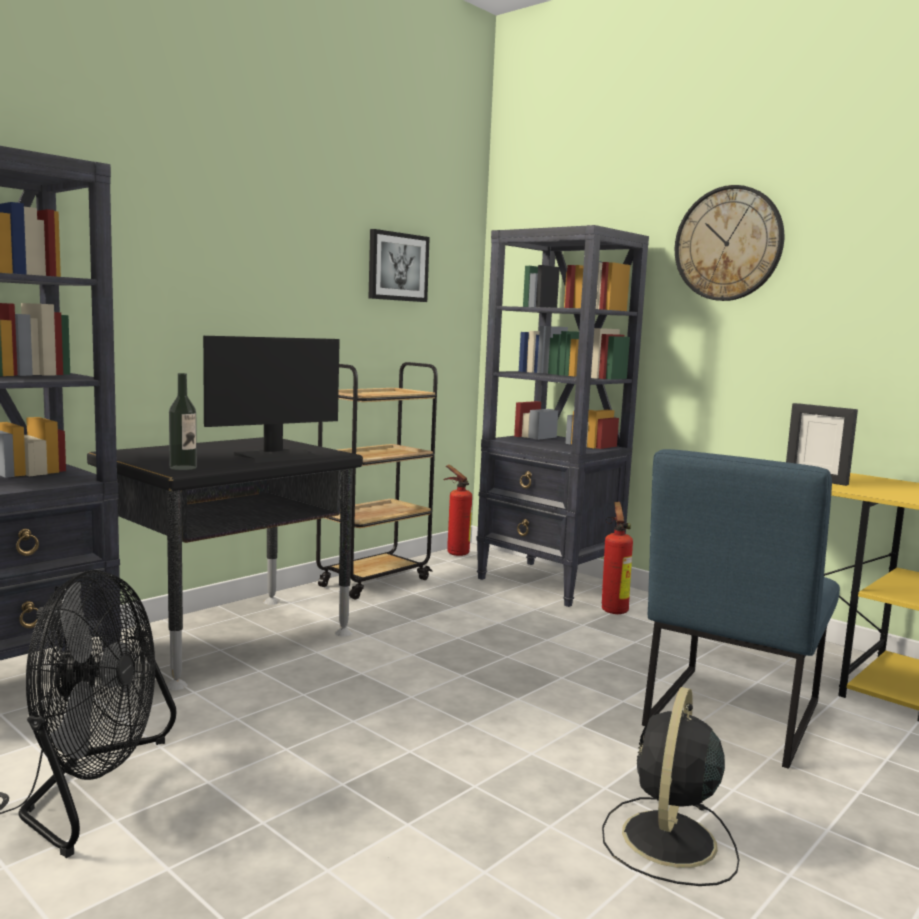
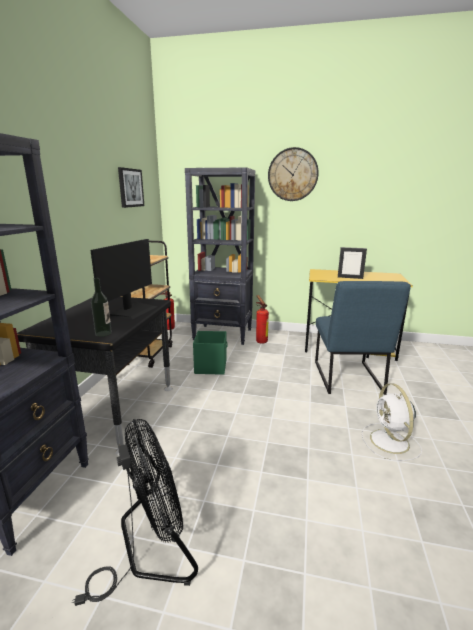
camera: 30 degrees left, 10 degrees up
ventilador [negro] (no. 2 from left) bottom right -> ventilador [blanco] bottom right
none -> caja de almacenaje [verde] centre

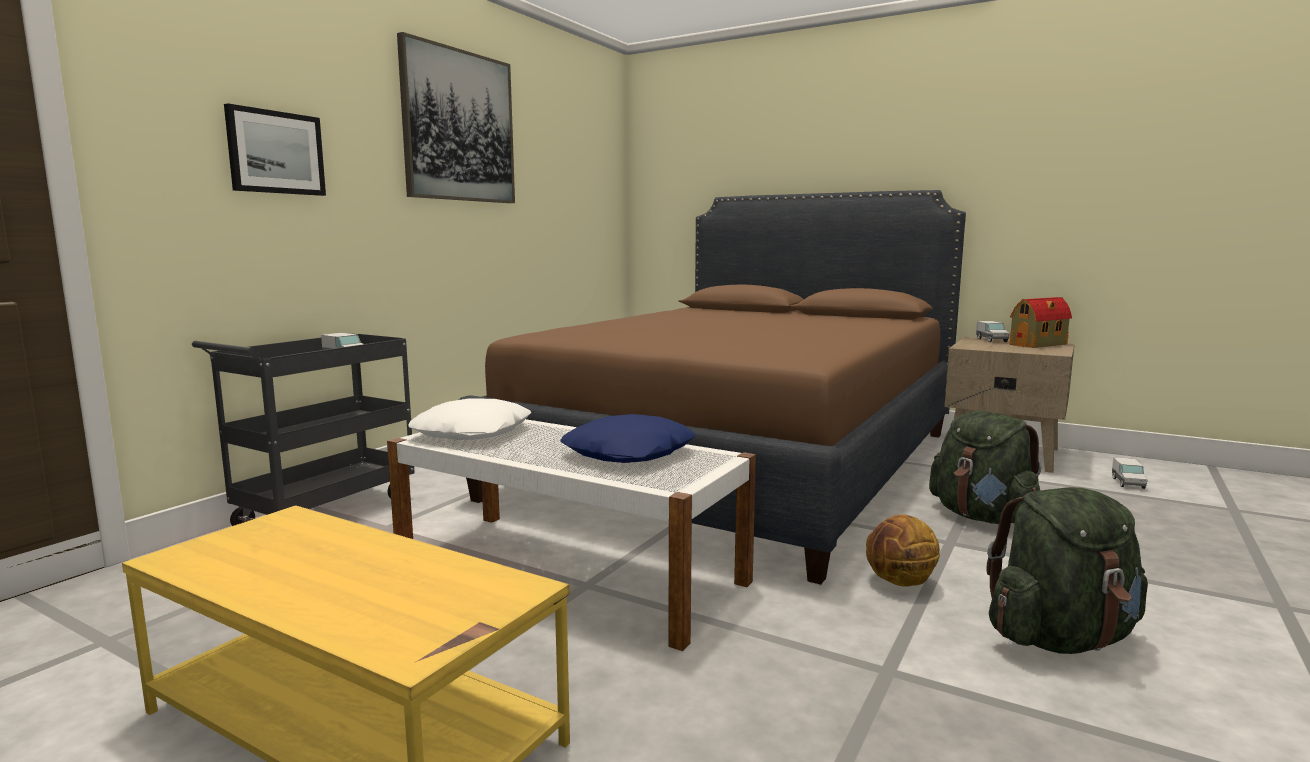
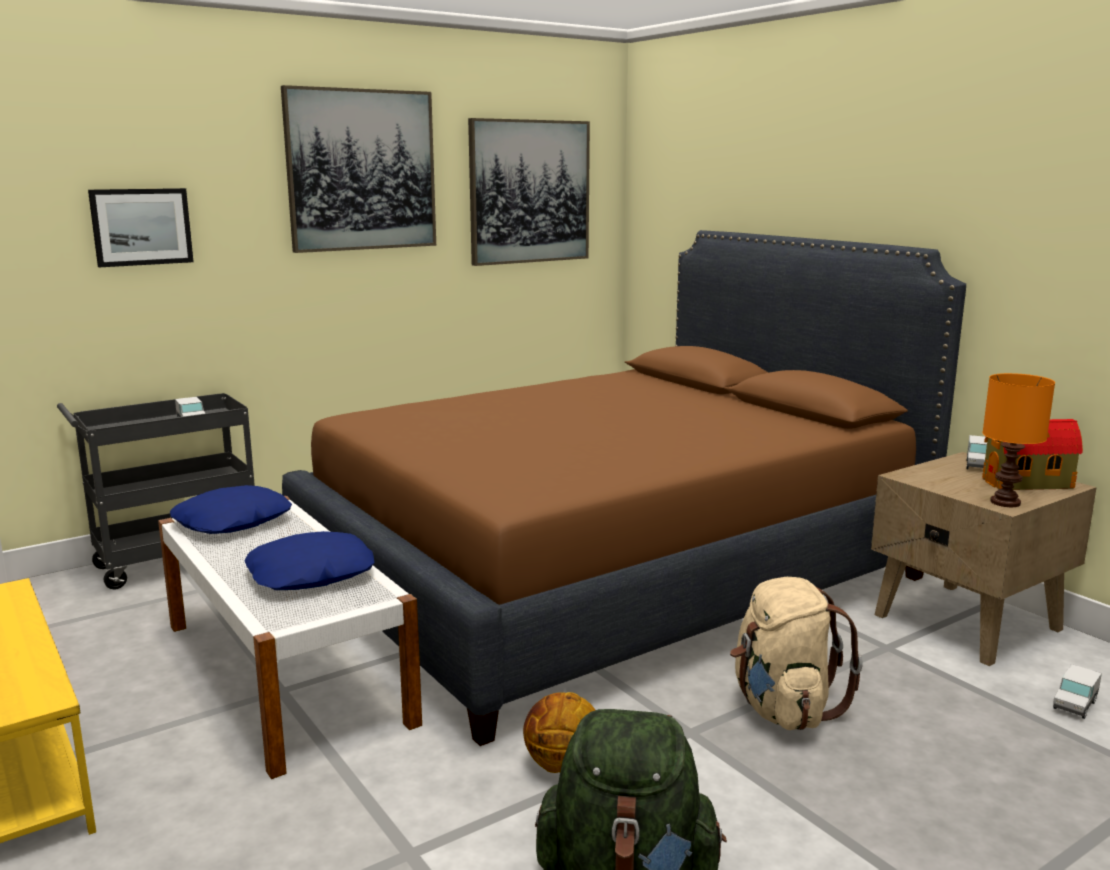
camera: 25 degrees right, 5 degrees up
cojín [blanco] centre -> cojín [azul] (no. 1 from left) middle left
mochila [verde] (no. 1 from left) middle right -> mochila [beis] bottom right
none -> cuadro (no. 3 from left) top centre
none -> lámpara de mesa [naranja] middle right

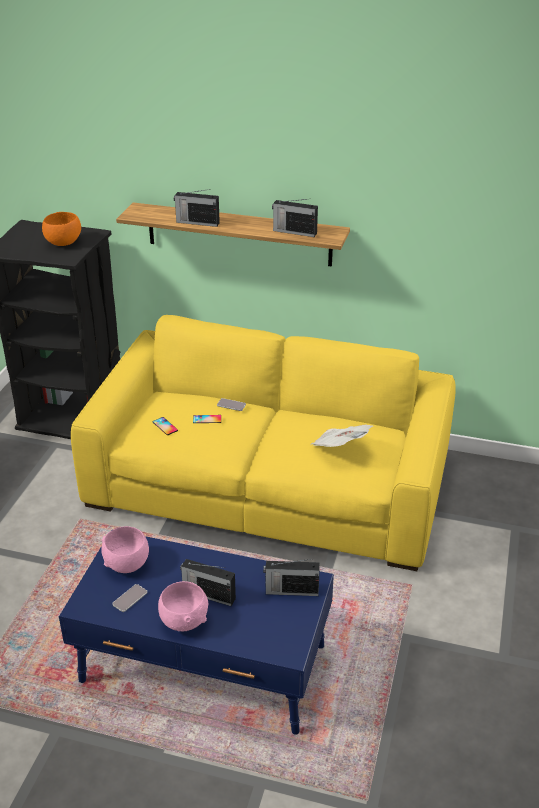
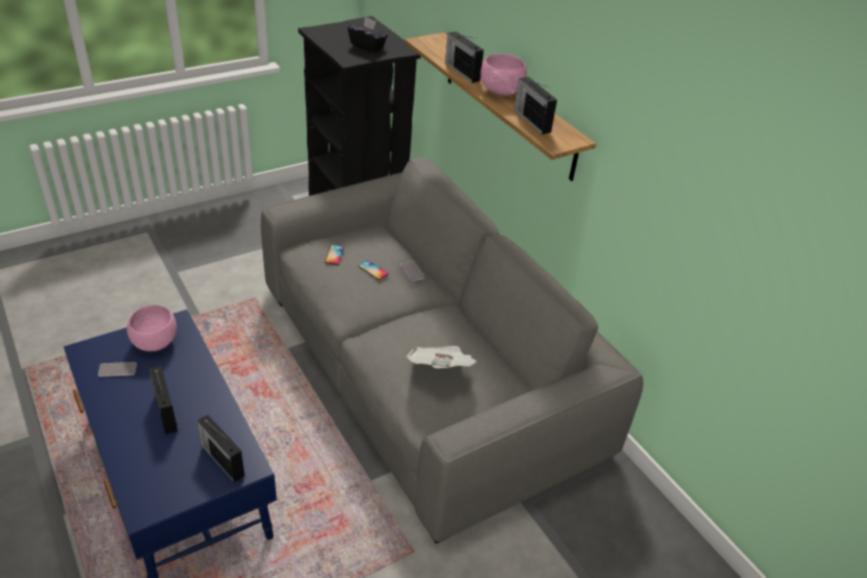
camera: 40 degrees right, 5 degrees up
cuenco [naranja] top left -> caja de pañuelos [negro] top centre
sofá [amarillo] centre -> sofá [gris] centre
cuenco [rosa] (no. 2 from left) bottom centre -> cuenco [rosa] (no. 2 from left) top centre, shifted

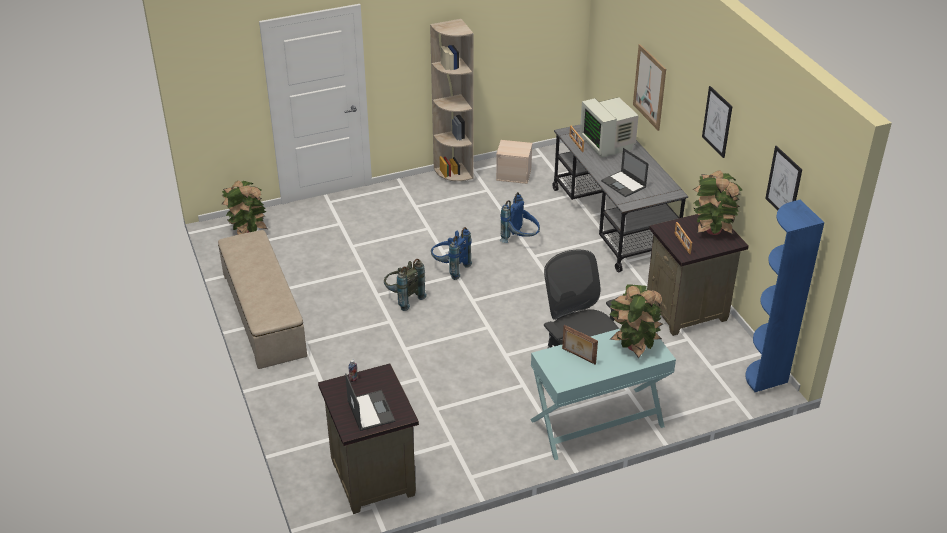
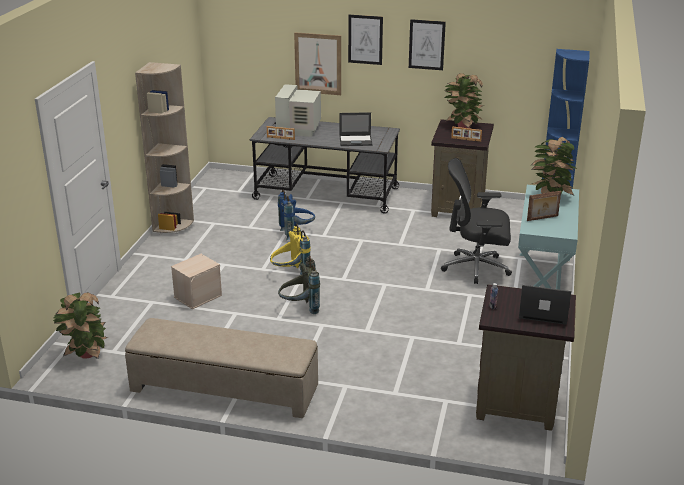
camera: 55 degrees left, 10 degrees down
monitor top centre, 90 degrees clockwise
caja de almacenaje [beis] top centre -> caja de almacenaje [beis] middle left, shifted
cuadro (no. 3 from left in the first image) middle right -> cuadro (no. 2 from left) top centre, shifted
mochila [azul] (no. 1 from left) centre -> mochila [amarillo] centre

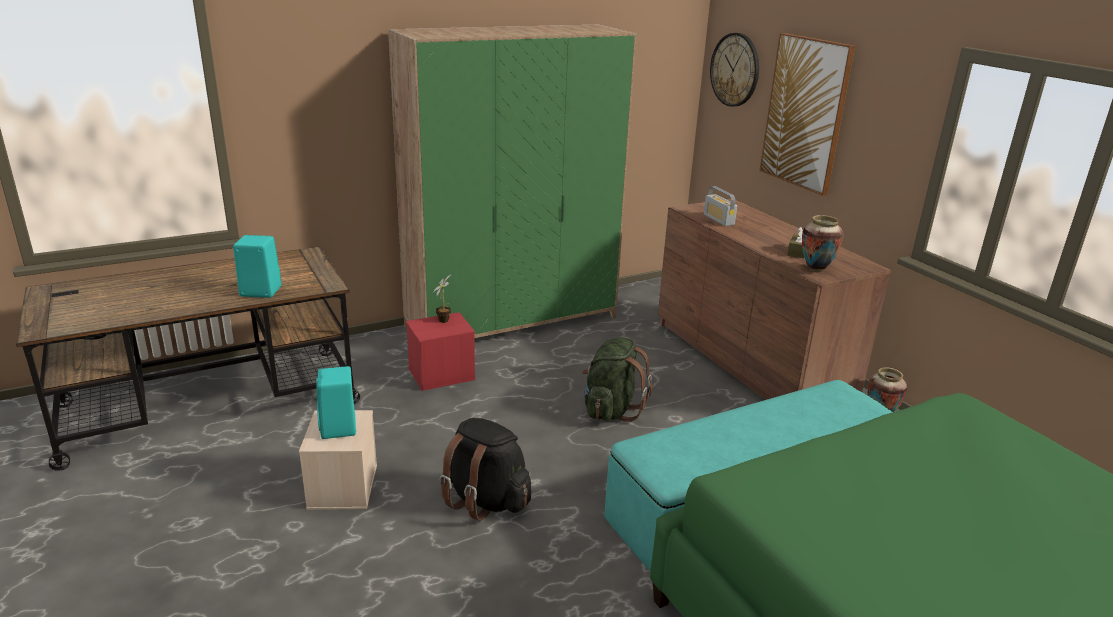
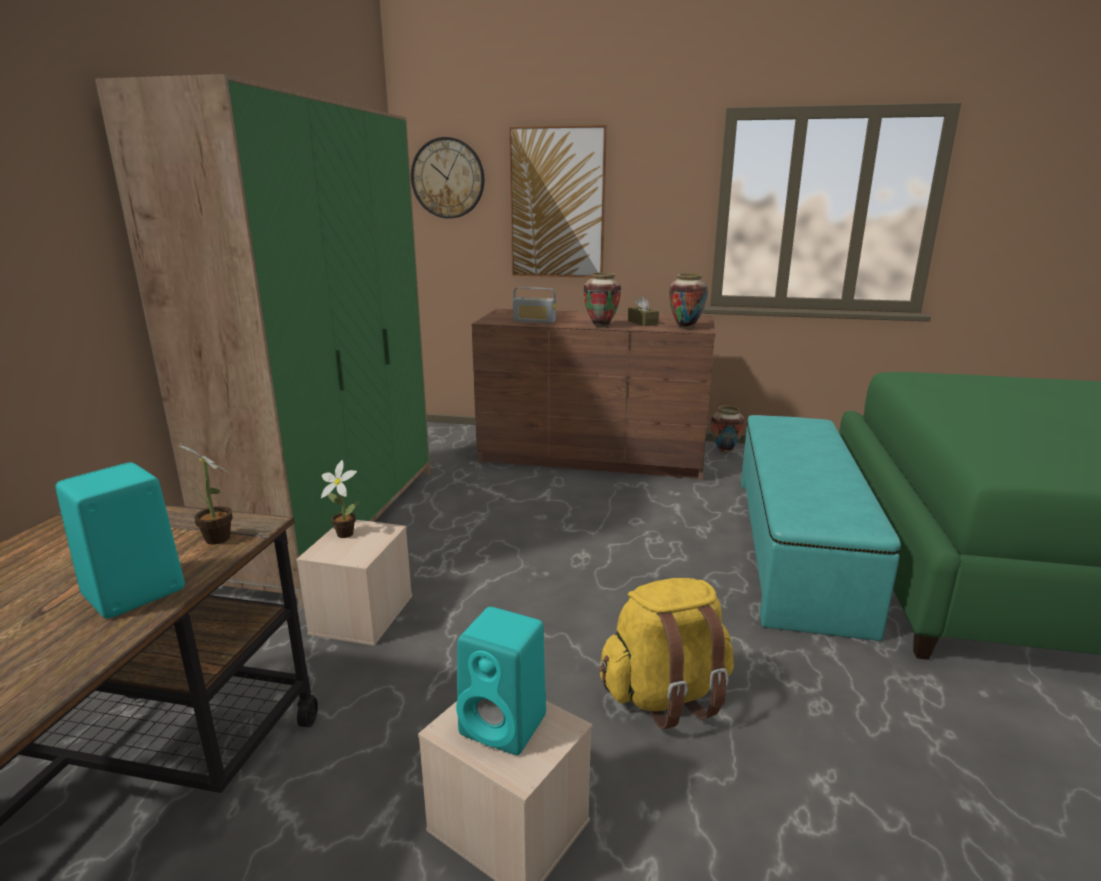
camera: 50 degrees left, 5 degrees down
caja de almacenaje [rojo] centre -> caja de almacenaje [beis] (no. 1 from left) middle left
mochila [verde] centre -> none
mochila [negro] bottom centre -> mochila [amarillo] bottom centre
none -> florero (no. 1 from left) centre
none -> planta en maceta (no. 1 from left) middle left

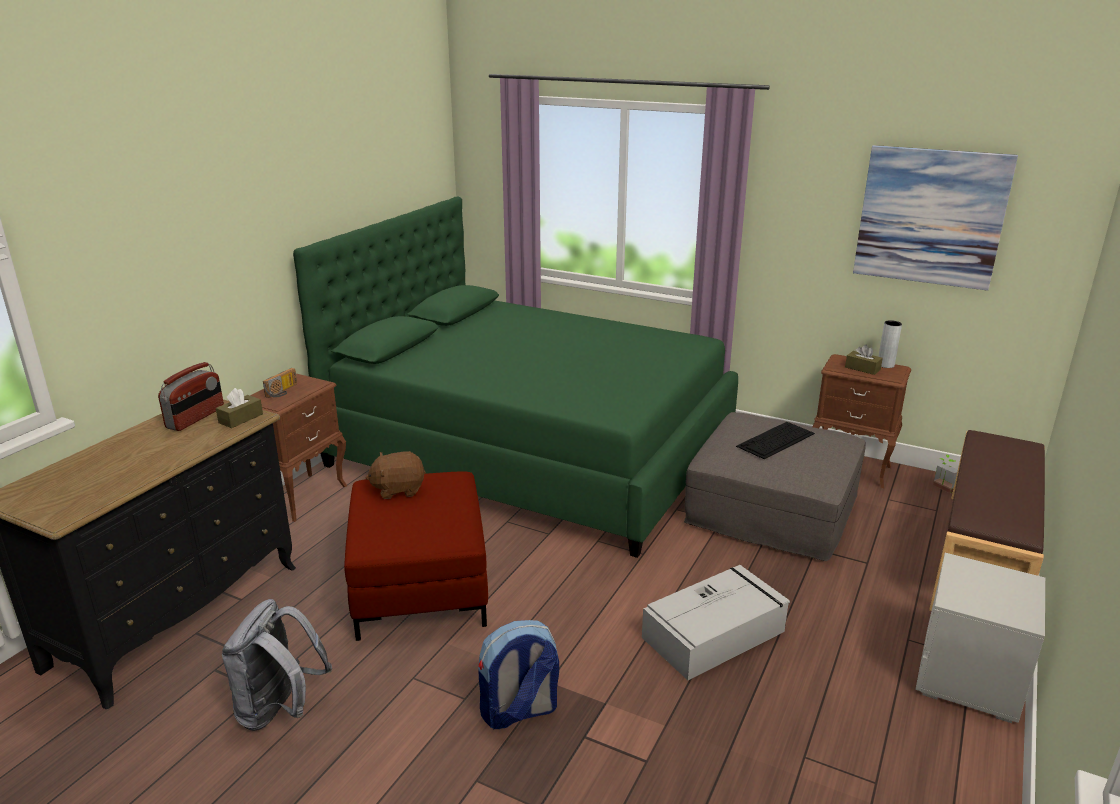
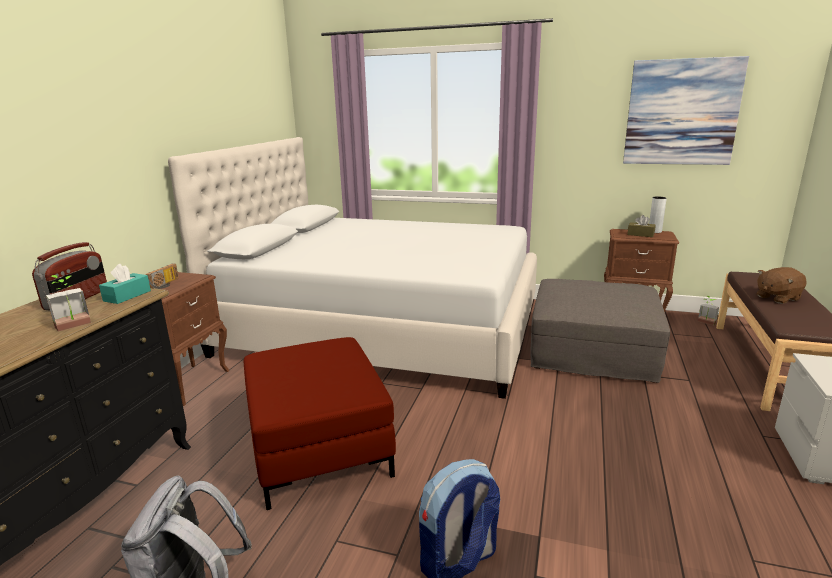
camera: 10 degrees left, 5 degrees down
cama [verde] centre -> cama [blanco] centre
caja de pañuelos [marrón] (no. 1 from left) middle left -> caja de pañuelos [turquesa] middle left
teclado middle right -> none
peluche [marrón] centre -> peluche [marrón] middle right, shifted
caja de almacenaje [gris] bottom centre -> none
none -> planta en maceta (no. 1 from left) middle left

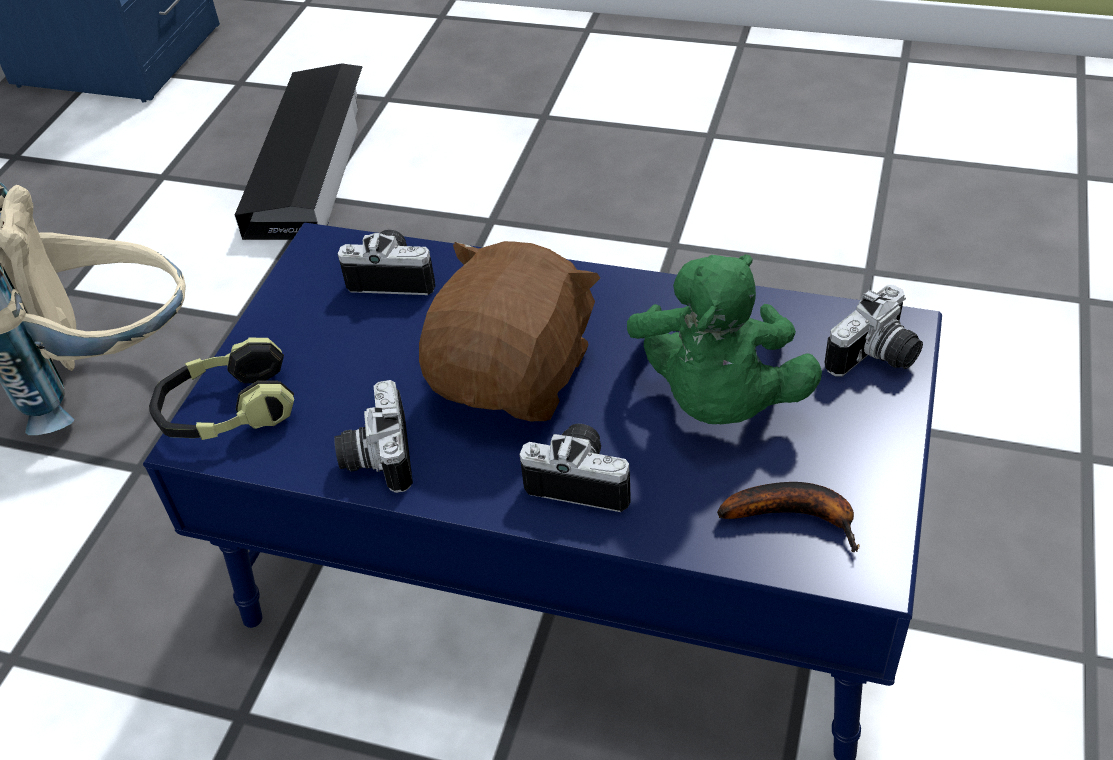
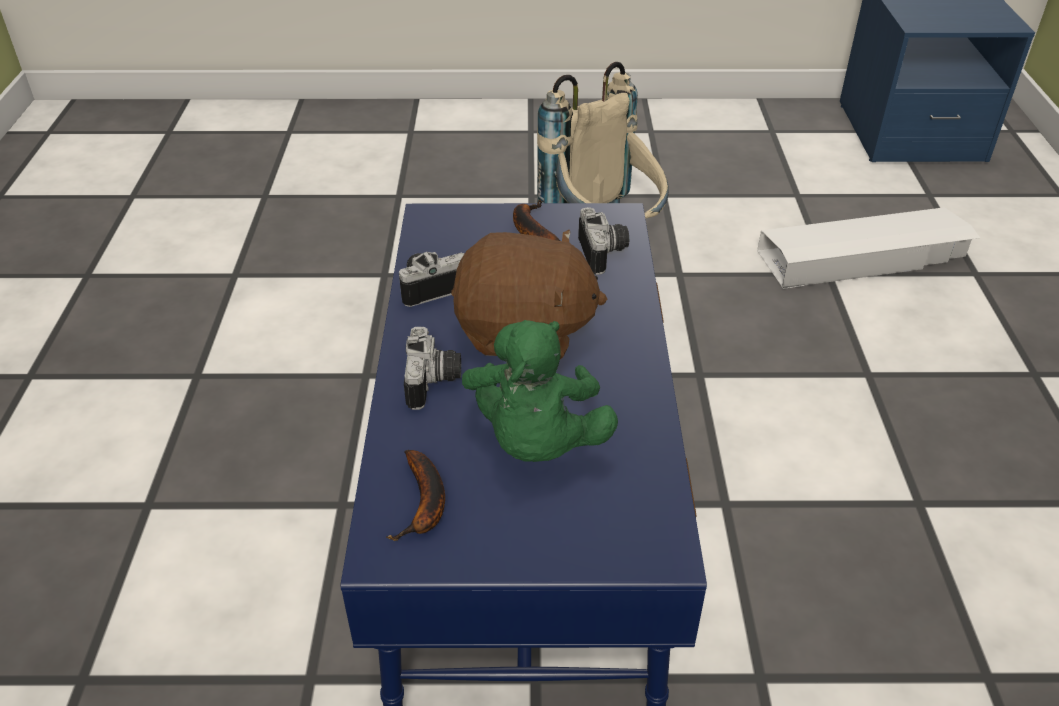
camera: 70 degrees right, 5 degrees down
caja de almacenaje [negro] top left -> caja de almacenaje [blanco] middle right
peluche [verde] centre, 75 degrees counterclockwise
cámara (no. 4 from left) middle right -> none
auriculares middle left -> none
none -> plátano (no. 2 from left) top centre

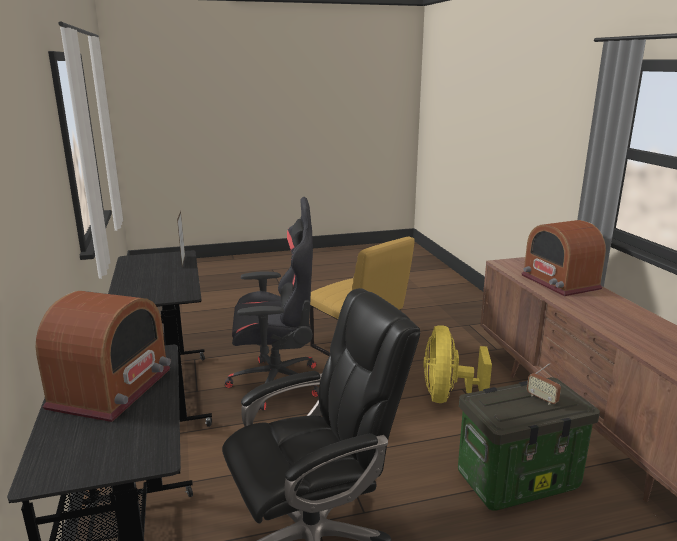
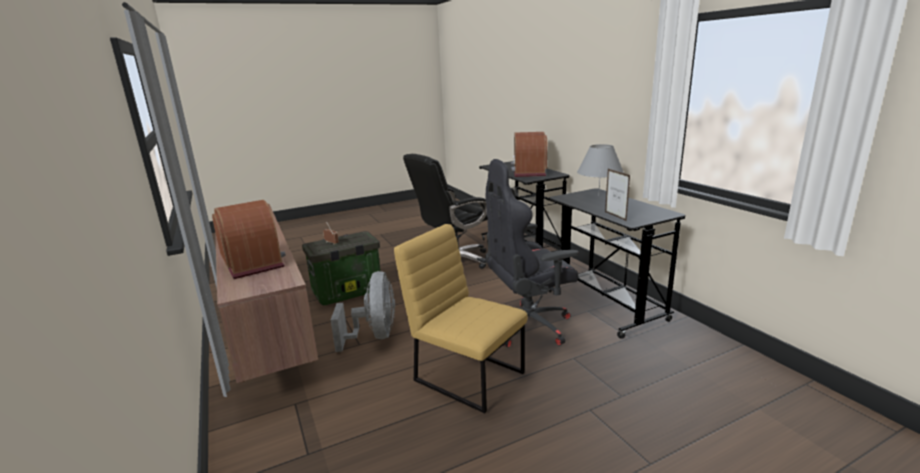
camera: 170 degrees right, 0 degrees up
ventilador [amarillo] bottom right -> ventilador [gris] centre
none -> lámpara de mesa [gris] centre

